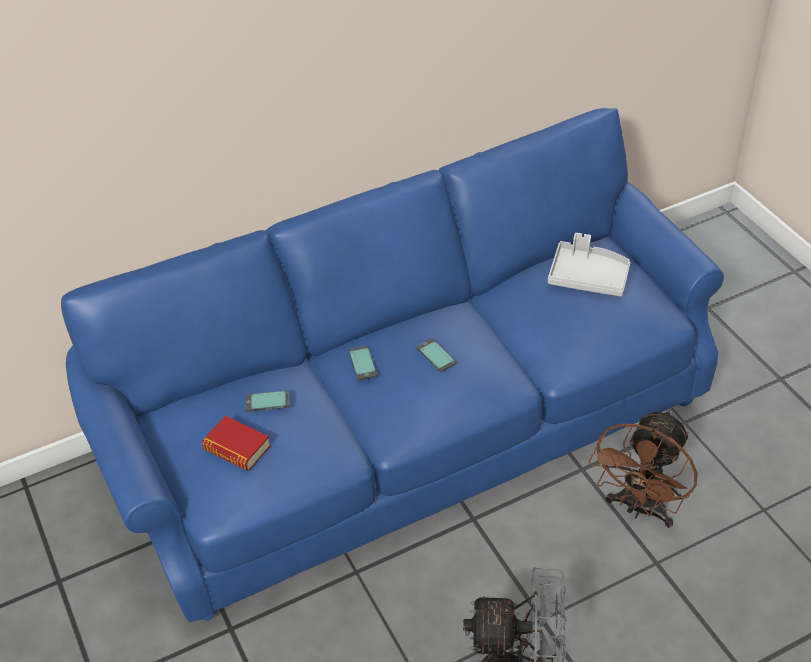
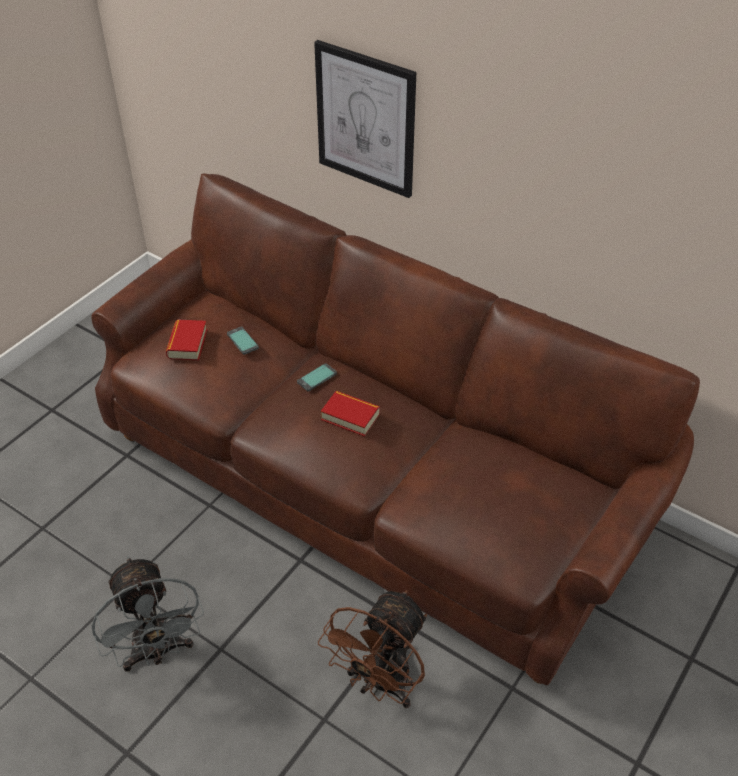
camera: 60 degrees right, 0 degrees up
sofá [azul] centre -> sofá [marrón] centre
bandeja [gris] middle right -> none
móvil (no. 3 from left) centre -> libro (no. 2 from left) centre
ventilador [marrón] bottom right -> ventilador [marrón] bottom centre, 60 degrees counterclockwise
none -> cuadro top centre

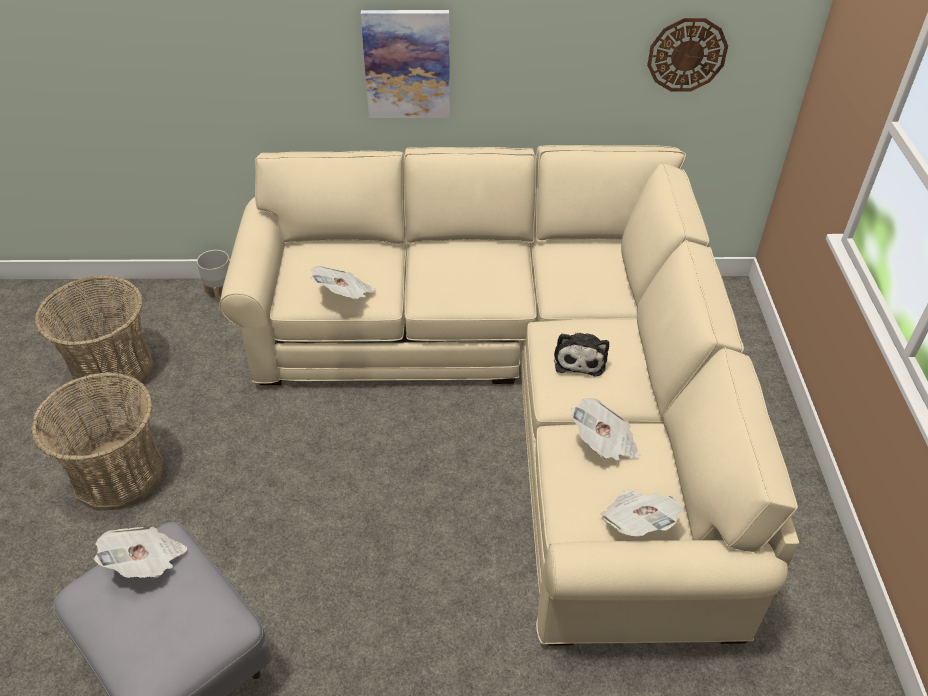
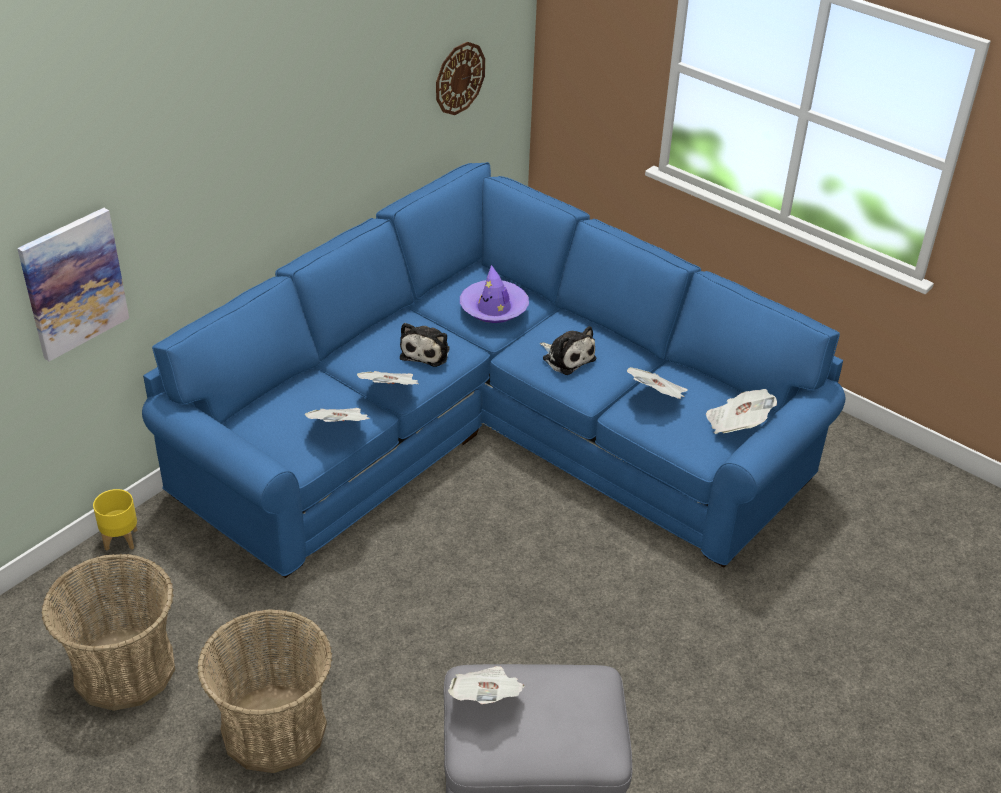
camera: 50 degrees left, 5 degrees down
cuadro top centre -> cuadro middle left, shifted
sofá [beis] centre -> sofá [azul] centre
maceta [gris] middle left -> maceta [amarillo] middle left
none -> sombrero [morado] centre
none -> peluche (no. 1 from left) centre
none -> periódico (no. 2 from left) centre

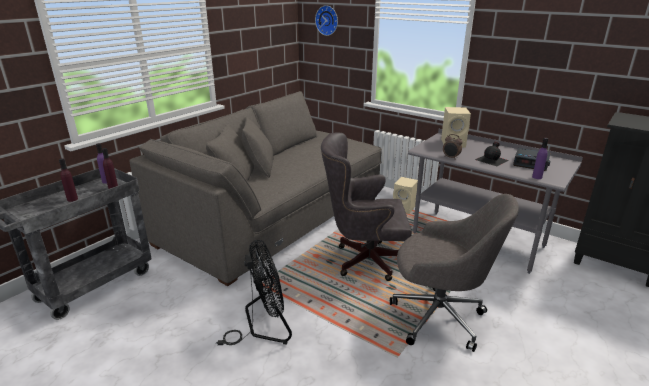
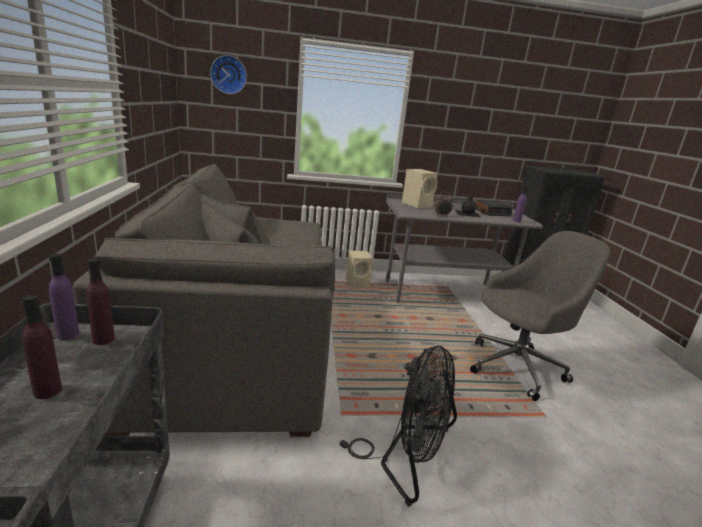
camera: 45 degrees left, 5 degrees down
silla de oficina [gris] (no. 1 from left) centre -> none
ventilador [negro] bottom centre, 90 degrees clockwise

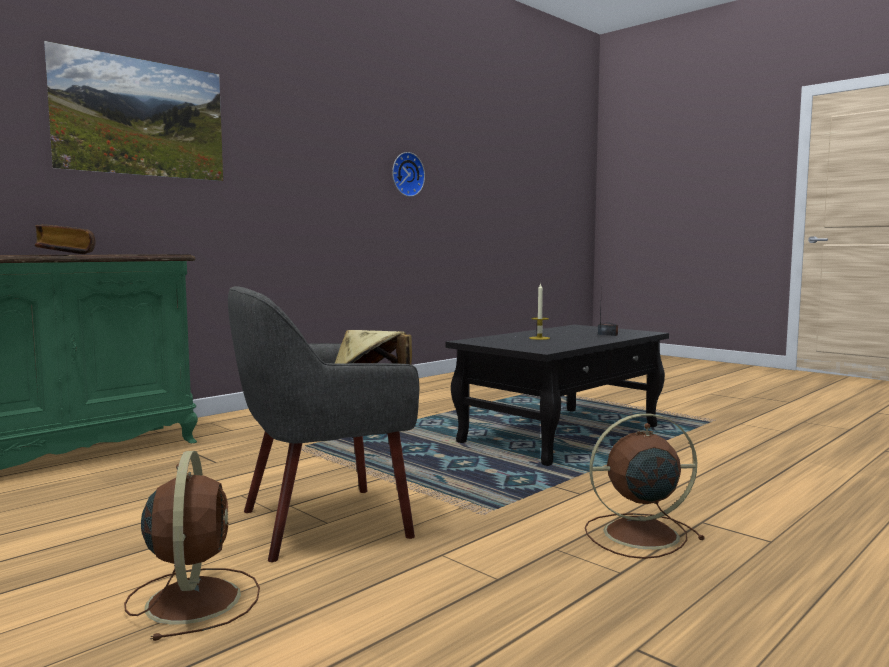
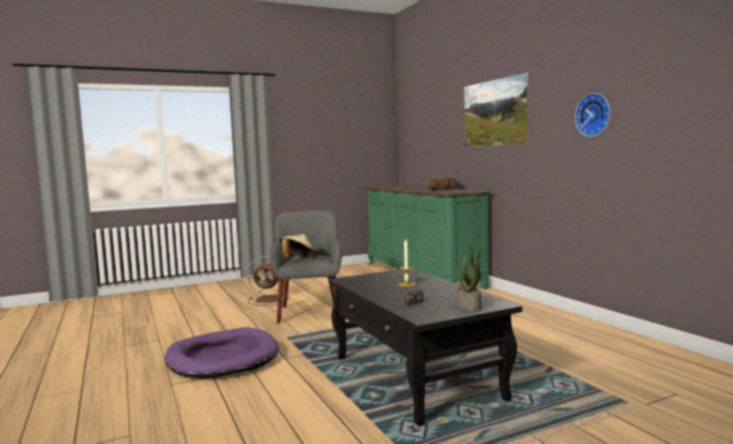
camera: 110 degrees right, 0 degrees up
reloj de pared top centre -> reloj de pared top right, shifted
ventilador [marrón] (no. 2 from left) bottom right -> cama para perro [morado] bottom left
none -> planta en maceta centre

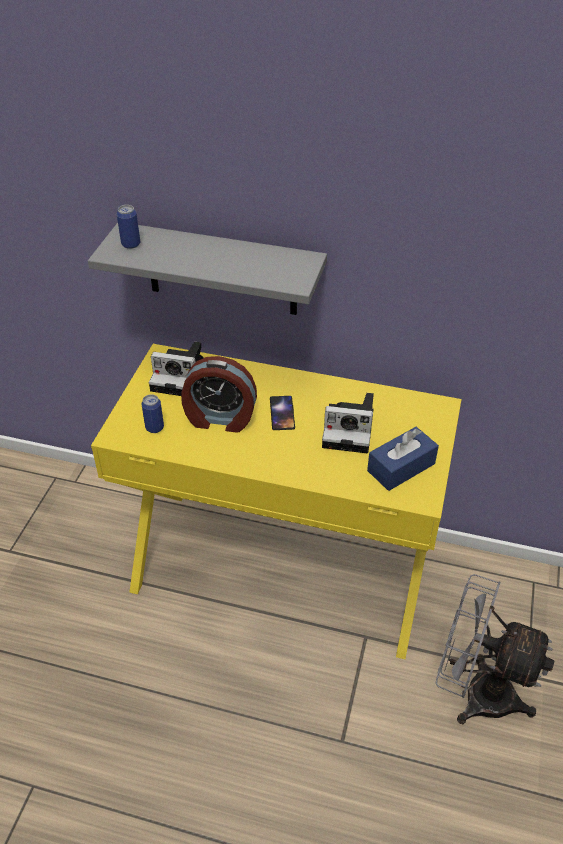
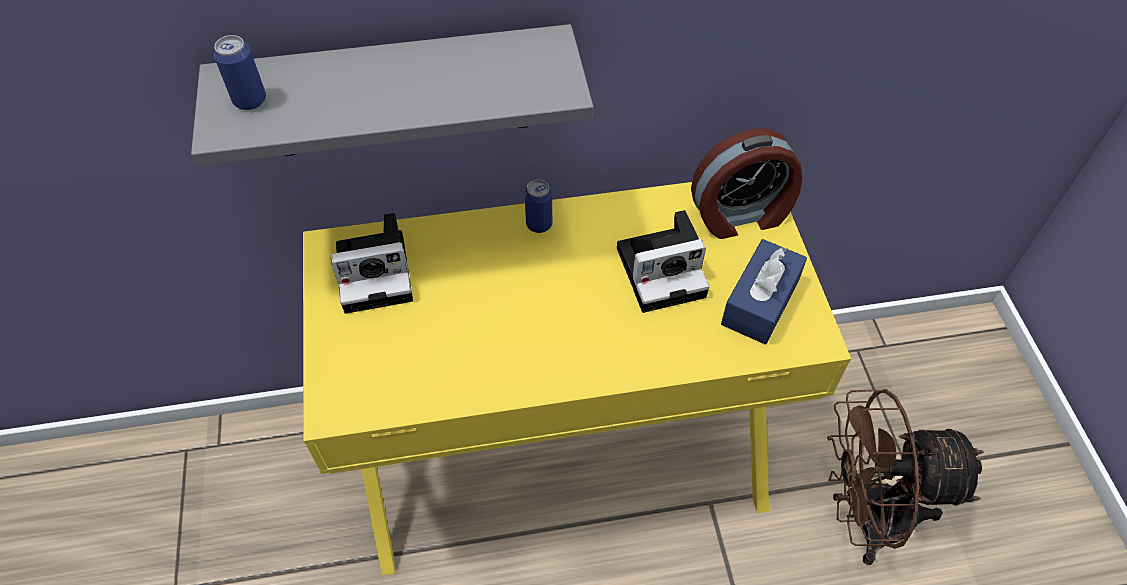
camera: 25 degrees left, 10 degrees up
despertador centre -> despertador top centre, shifted
lata (no. 2 from left) middle left -> lata (no. 2 from left) centre, shifted
móvil centre -> none
ventilador [gris] bottom right -> ventilador [marrón] bottom right

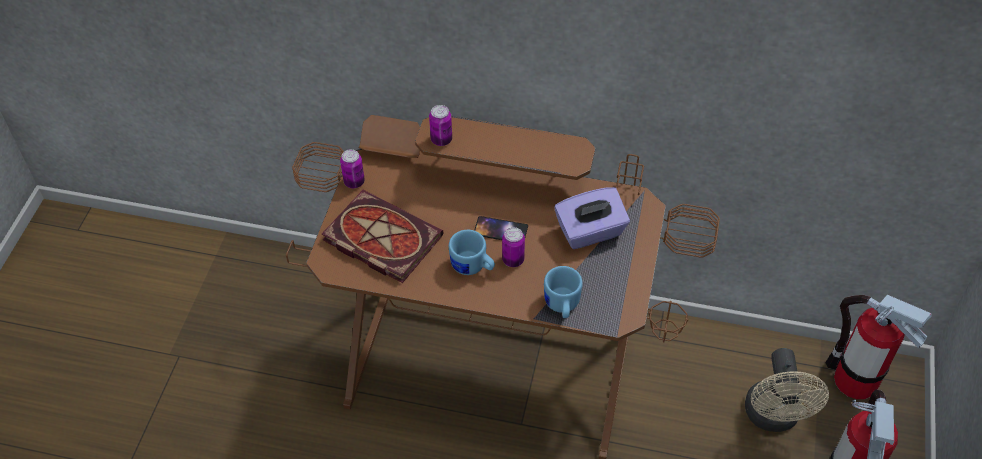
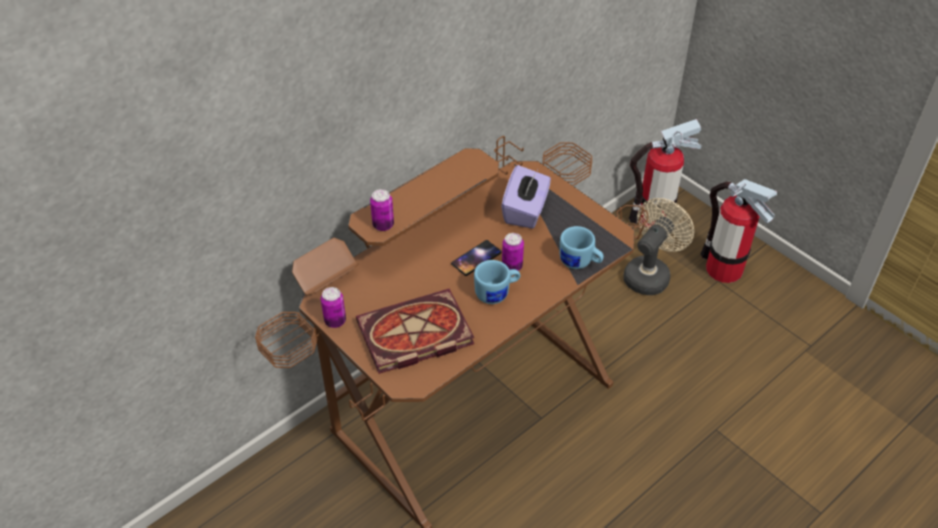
camera: 55 degrees left, 5 degrees down
ventilador [beis] bottom right -> ventilador [beis] middle right, 90 degrees counterclockwise

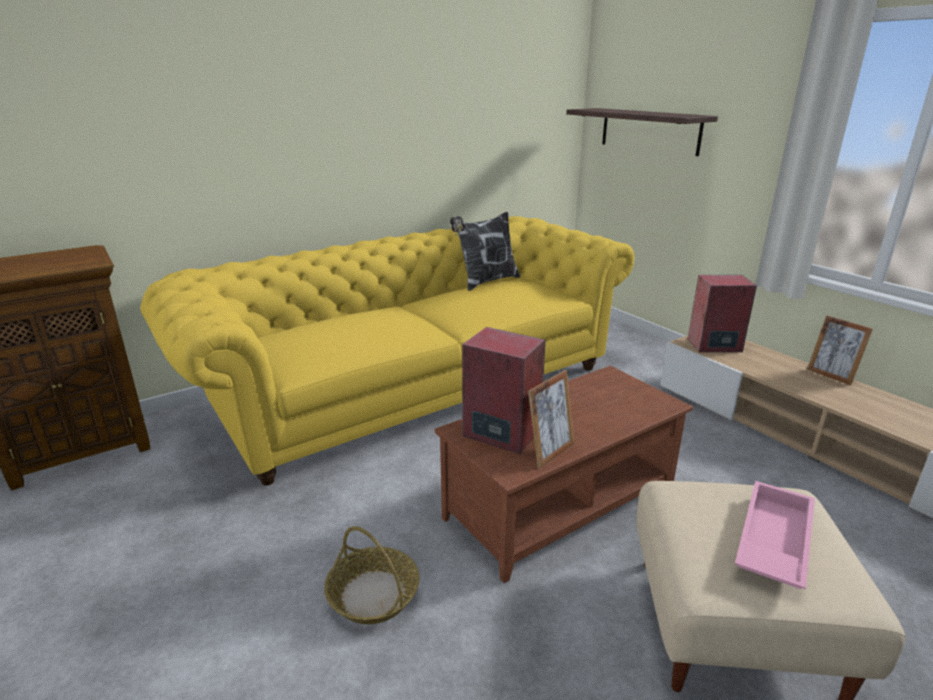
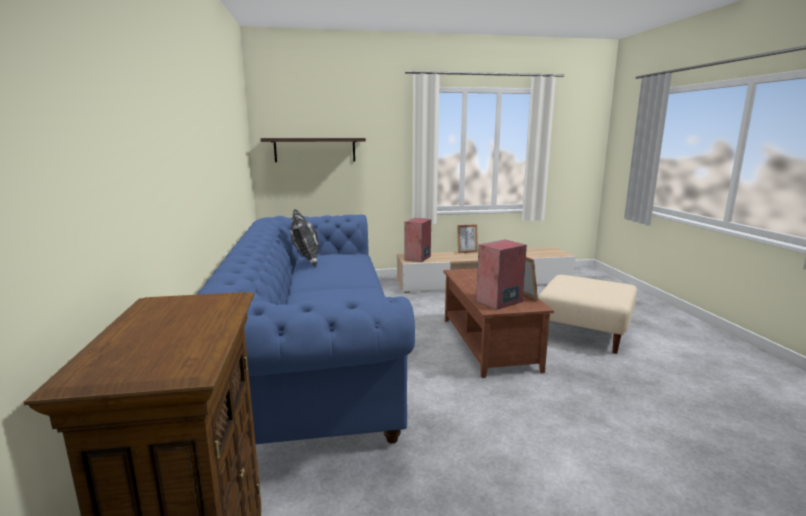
camera: 65 degrees left, 10 degrees down
sofá [amarillo] centre -> sofá [azul] centre
bandeja [rosa] bottom right -> none
cesta bottom centre -> none

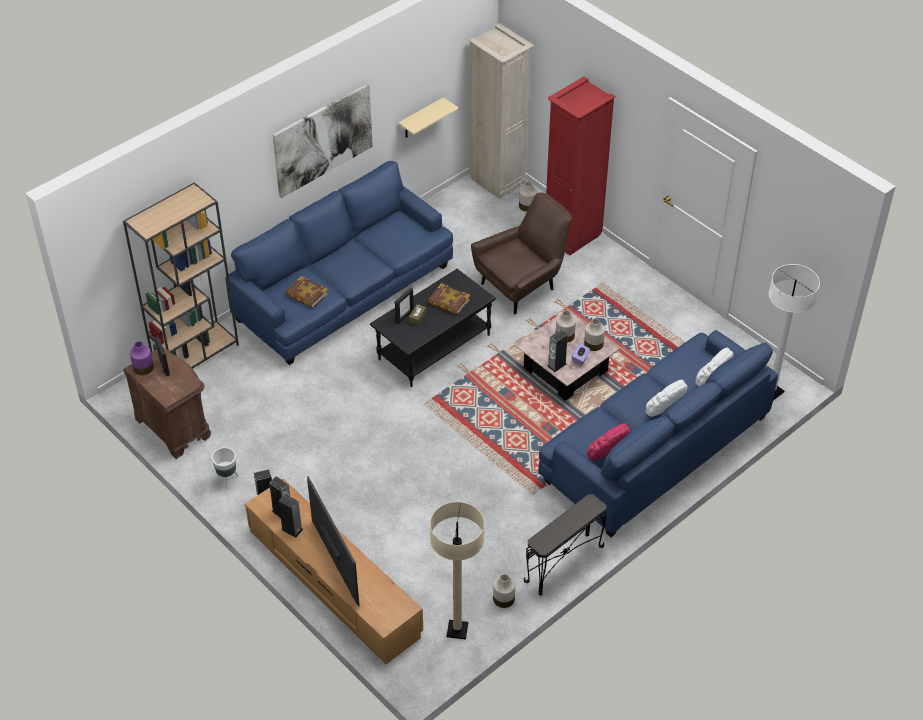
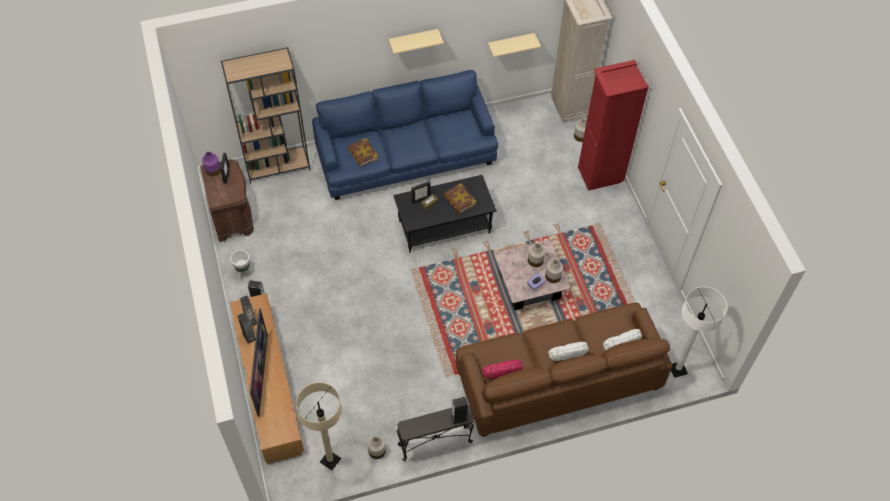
camera: 25 degrees right, 10 degrees up
cuadro top centre -> estante [beis] (no. 1 from left) top centre
sillón [marrón] centre -> none
sofá [azul] (no. 2 from left) middle right -> sofá [marrón] bottom centre
altavoz (no. 4 from left) centre -> altavoz (no. 4 from left) bottom centre, shifted

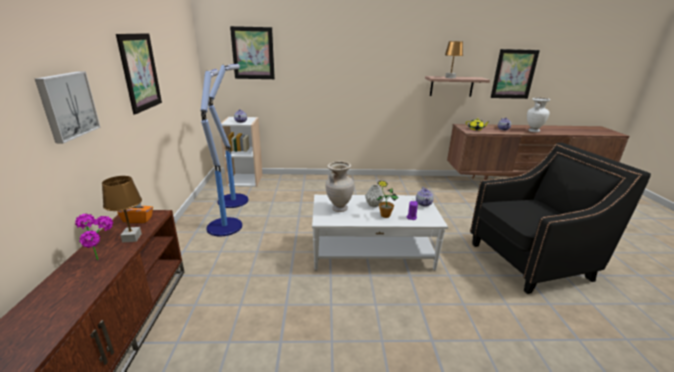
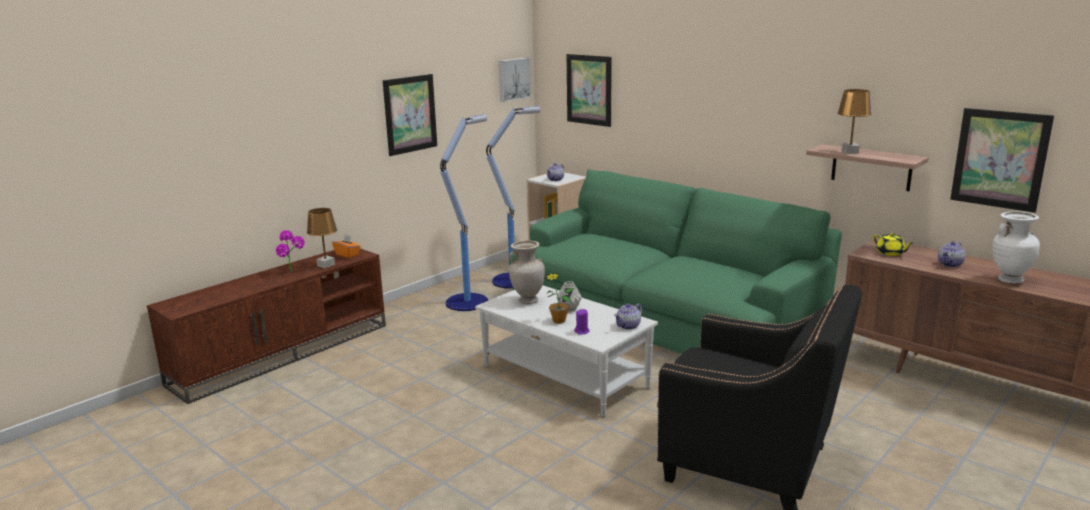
camera: 45 degrees right, 5 degrees down
cuadro (no. 1 from left in the first image) top left -> cuadro (no. 2 from left) top centre, shifted
none -> sofá [verde] centre

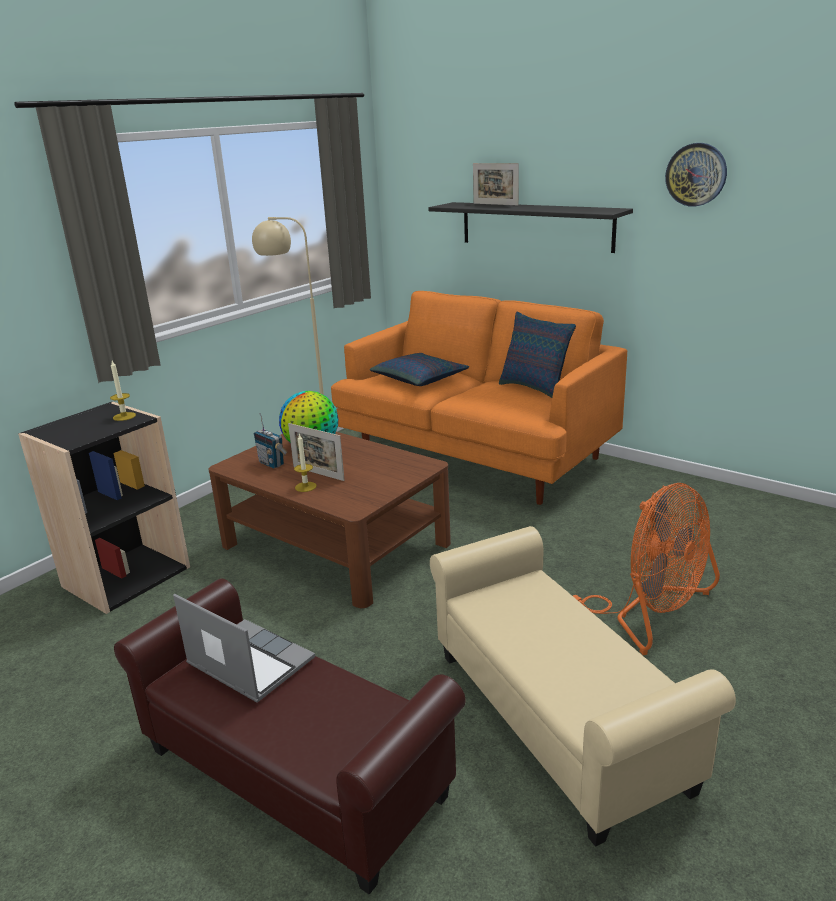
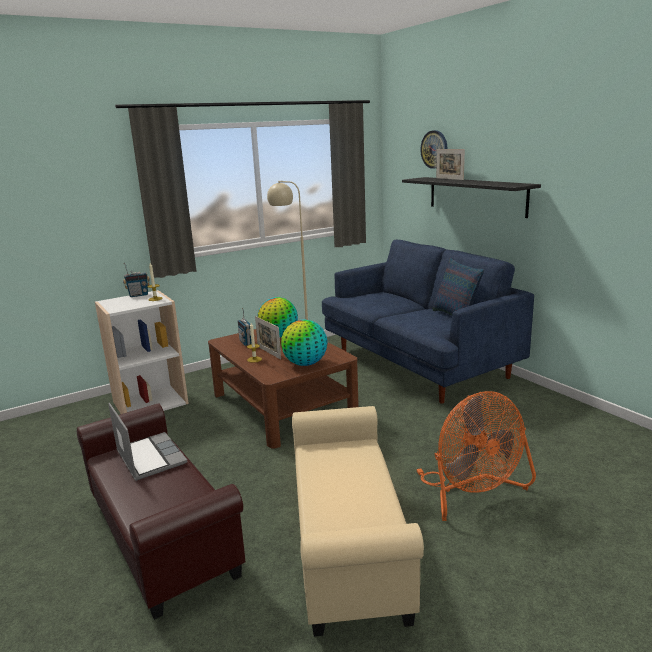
camera: 20 degrees right, 5 degrees down
reloj de pared top right -> reloj de pared top centre, shifted
sofá [naranja] centre -> sofá [azul] centre
cojín [azul] (no. 1 from left) centre -> none
estantería [negro] middle left -> estantería [blanco] middle left
none -> radio (no. 1 from left) middle left
none -> globo terráqueo (no. 2 from left) centre

